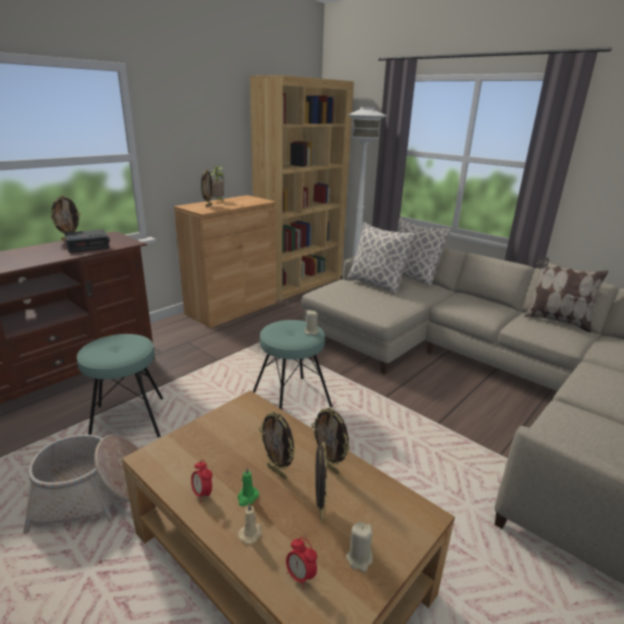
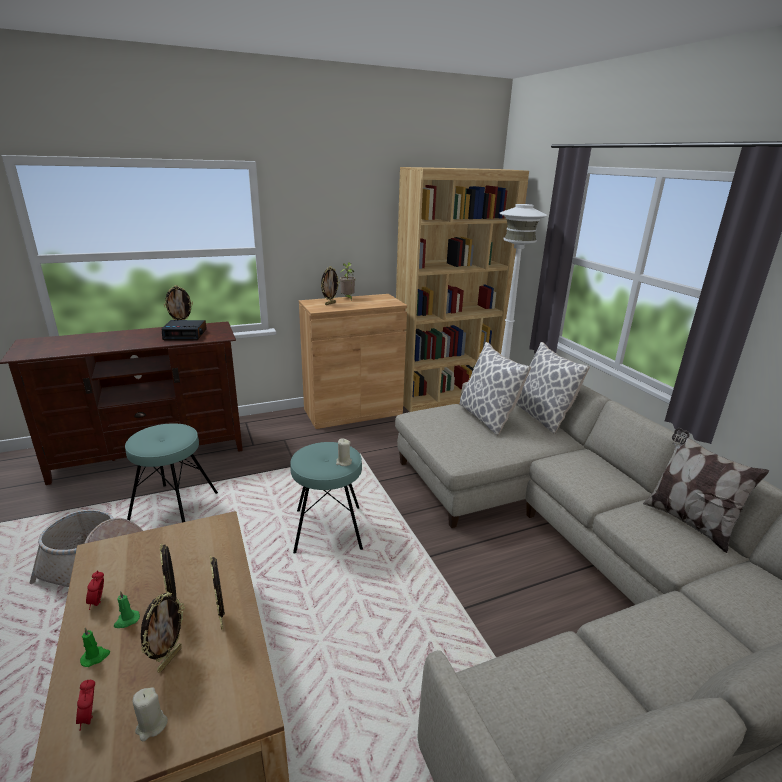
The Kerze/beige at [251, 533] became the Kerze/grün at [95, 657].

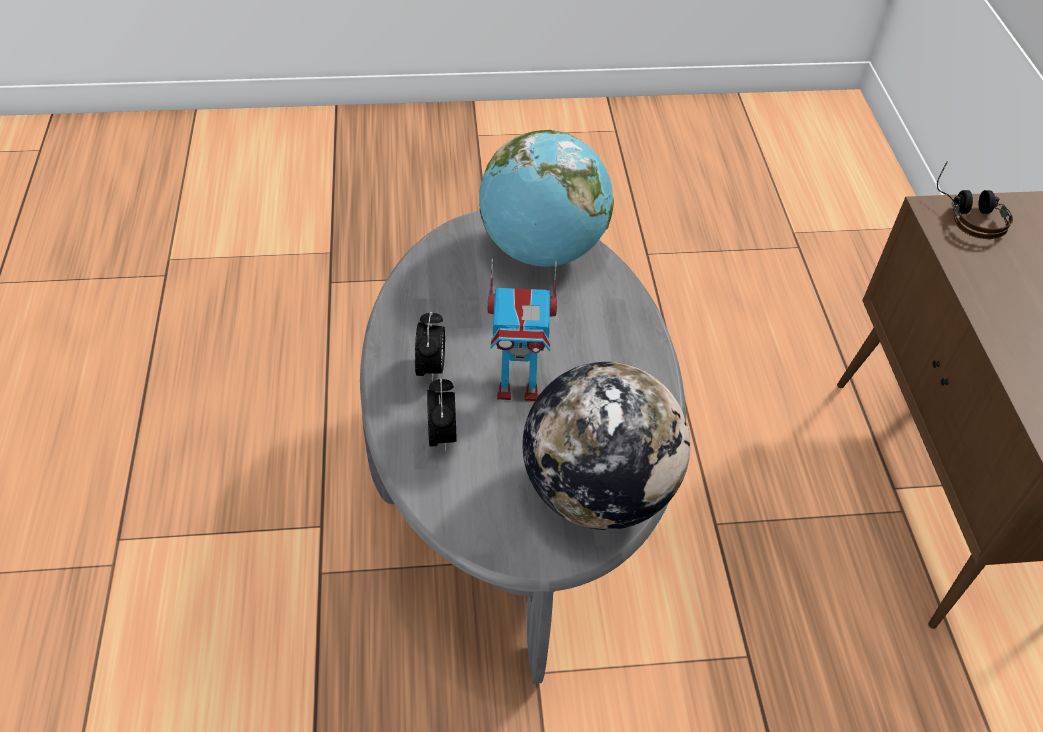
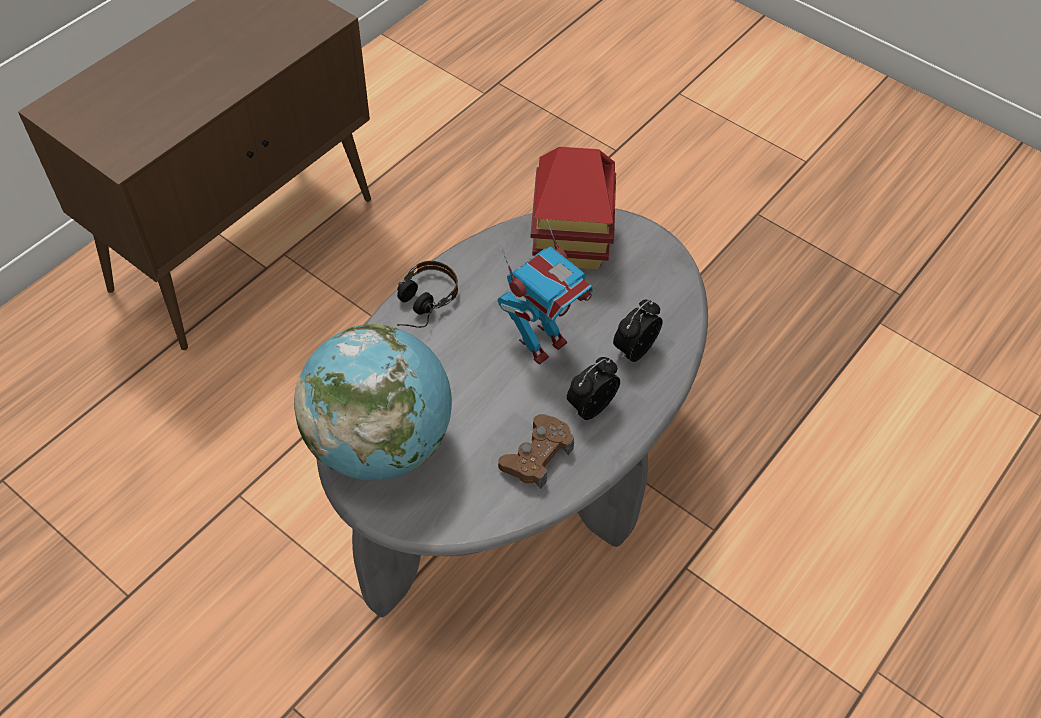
The Kopfhörer moved from [967, 212] to [420, 305]. The Spielzeugroboter at [518, 386] turned 90 degrees clockwise. The Globus at [598, 491] was replaced by the Spielzeughaus at [570, 243]. The Gamepad/braun at [537, 456] appeared.

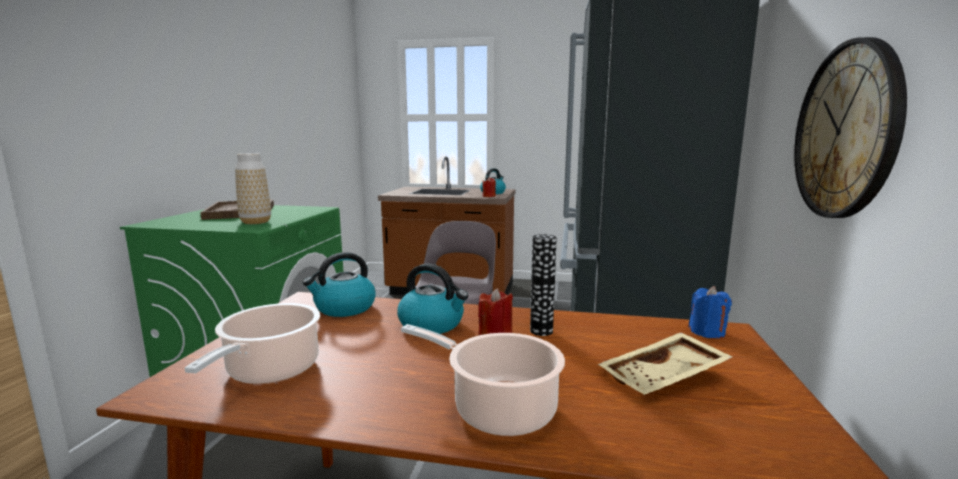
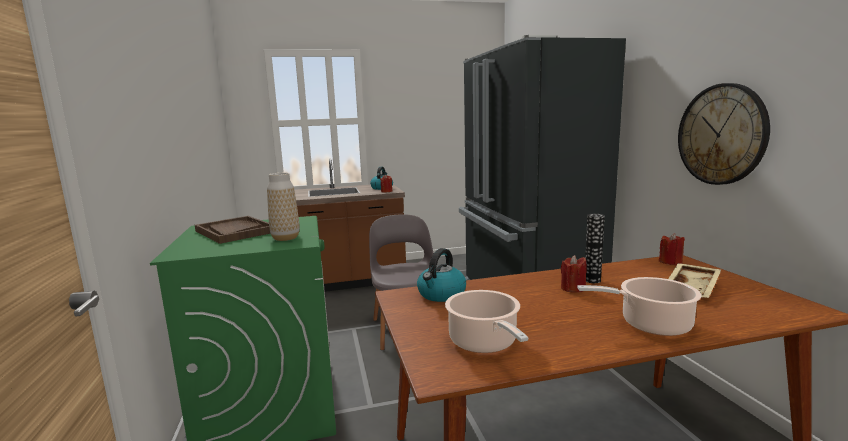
The Wasserkessel at [432, 324] disappeared. The Kerze/blau at [707, 332] became the Kerze/rot at [670, 262].

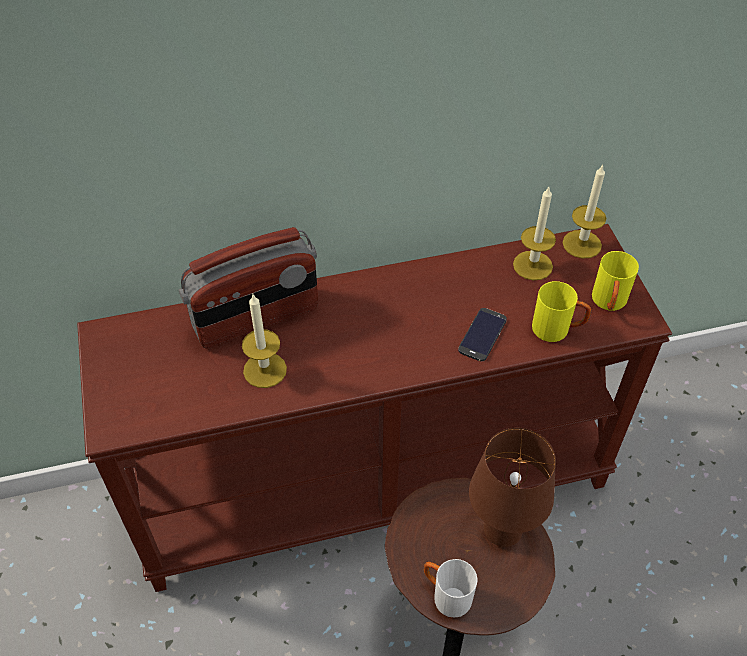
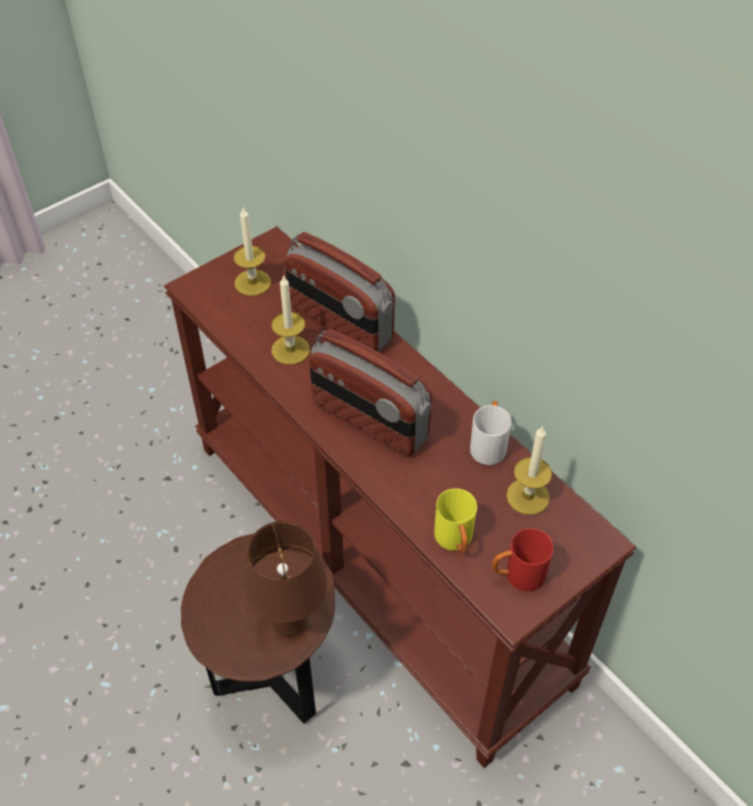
The Kerze moved from [582, 244] to [252, 282]. The Henkelbecher/gelb at [608, 303] became the Henkelbecher/rot at [517, 576]. The Handy at [482, 335] disappeared. The Henkelbecher/weiß moved from [445, 595] to [488, 445]. The Radio at [369, 421] appeared.

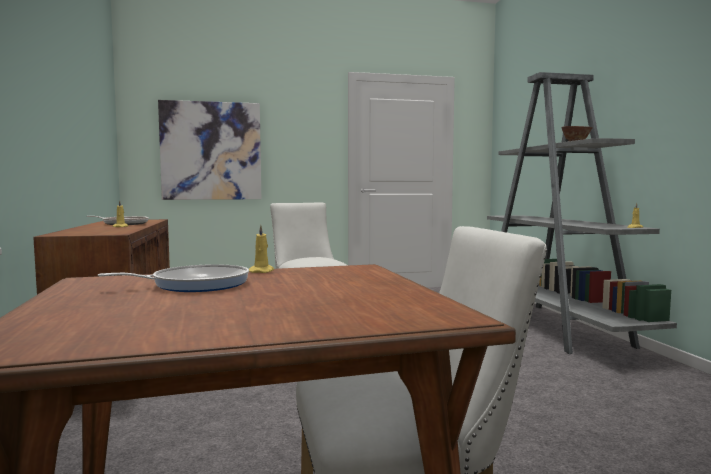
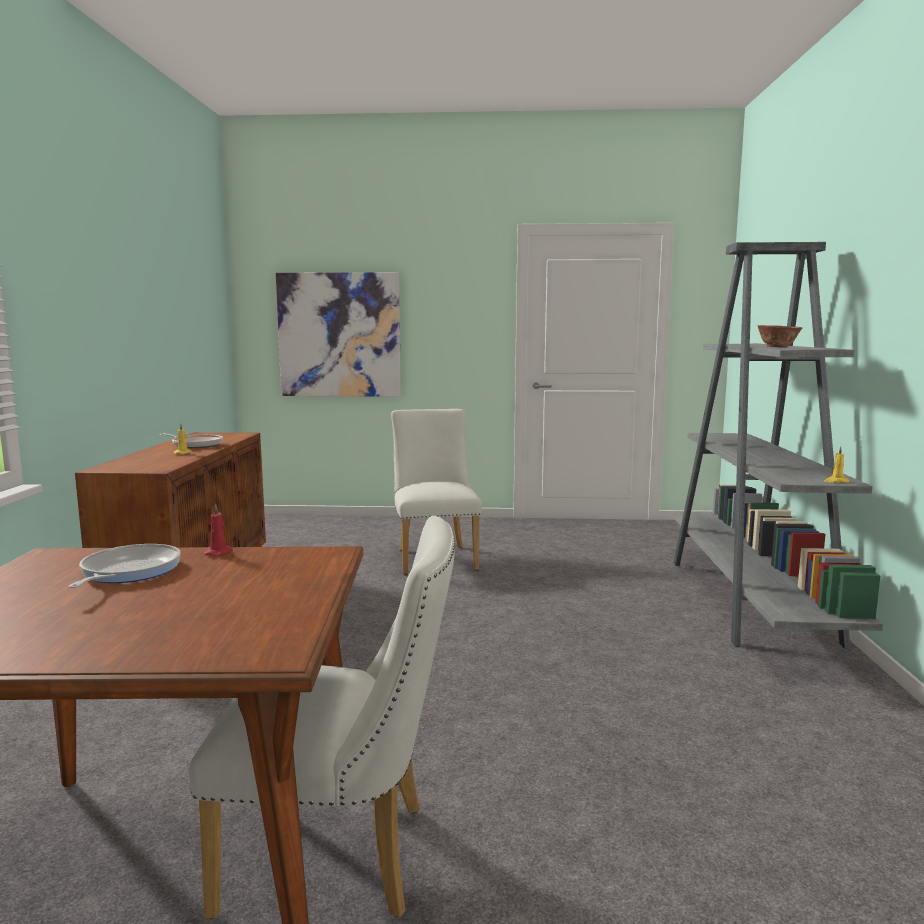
The Kerze/gelb at [262, 271] became the Kerze/rot at [219, 552]. The Pfanne at [195, 284] turned 75 degrees counterclockwise.

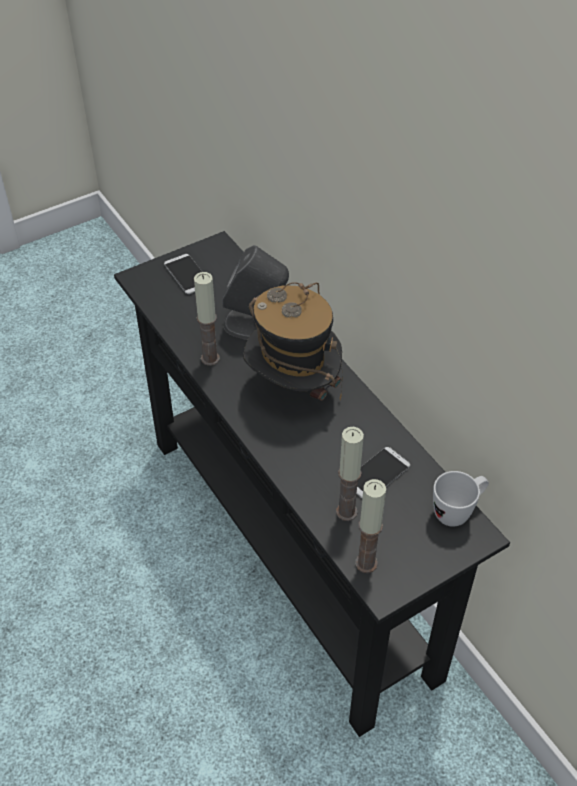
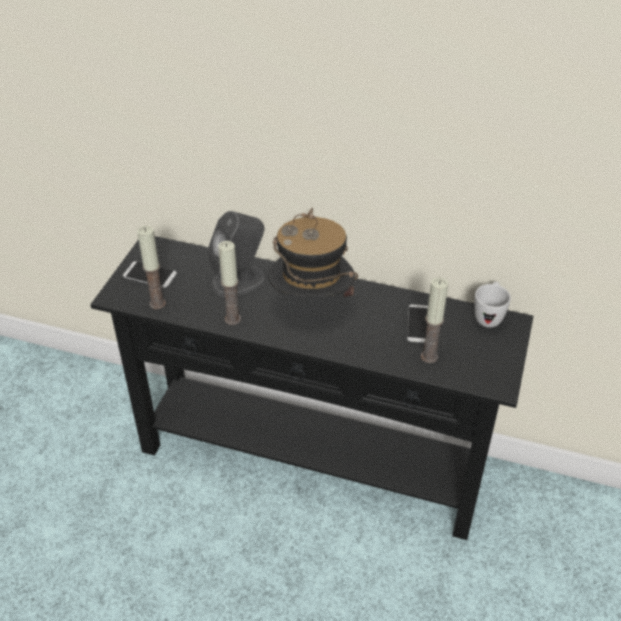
The Kerze moved from [366, 563] to [157, 303].

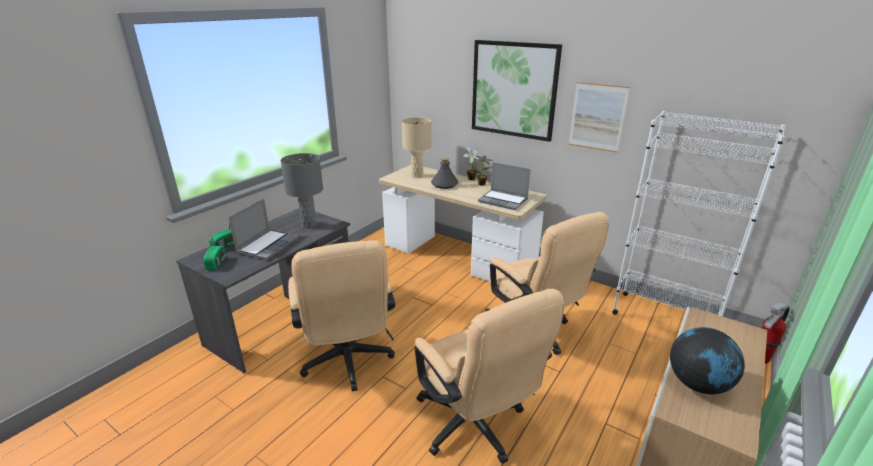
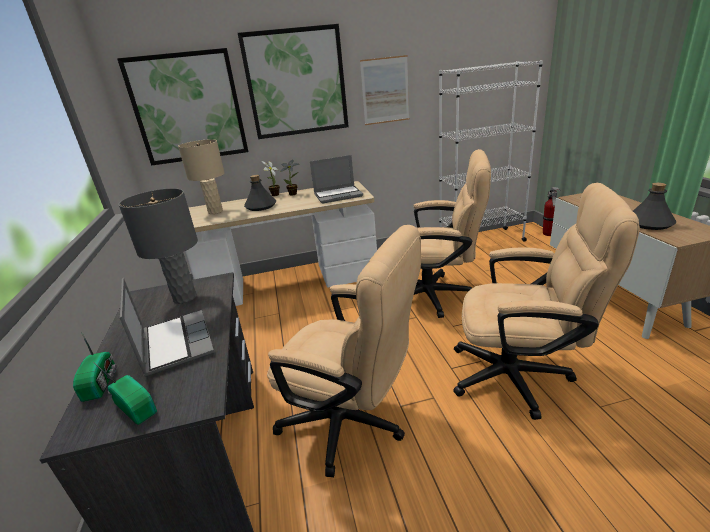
The Globus at [697, 384] was replaced by the Flasche/grau at [649, 223]. The Bild at [188, 108] appeared.

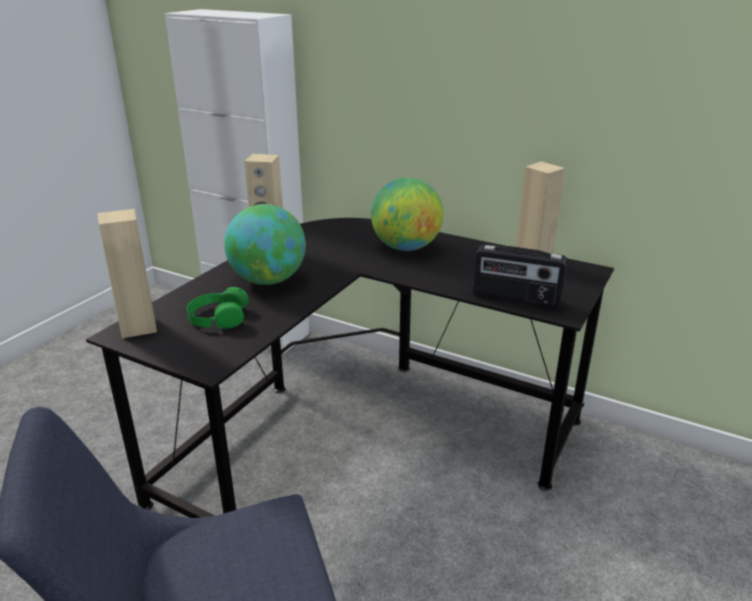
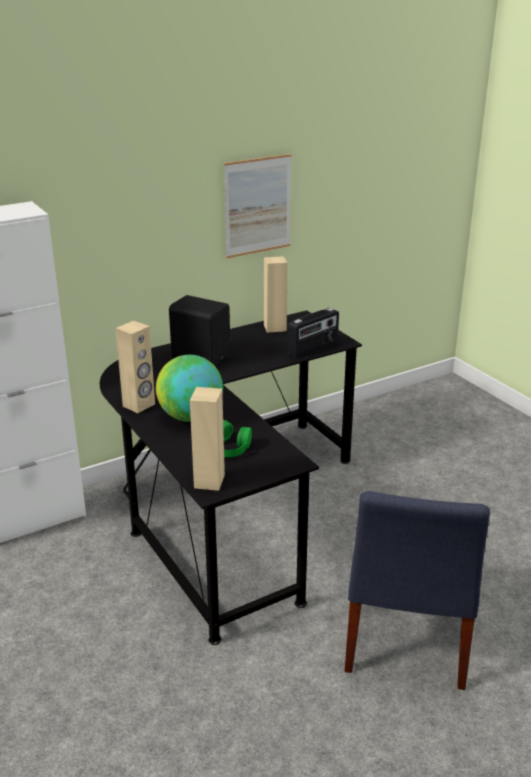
The Globus at [406, 247] was replaced by the Lautsprecher/schwarz at [201, 356]. The Bild at [258, 206] appeared.

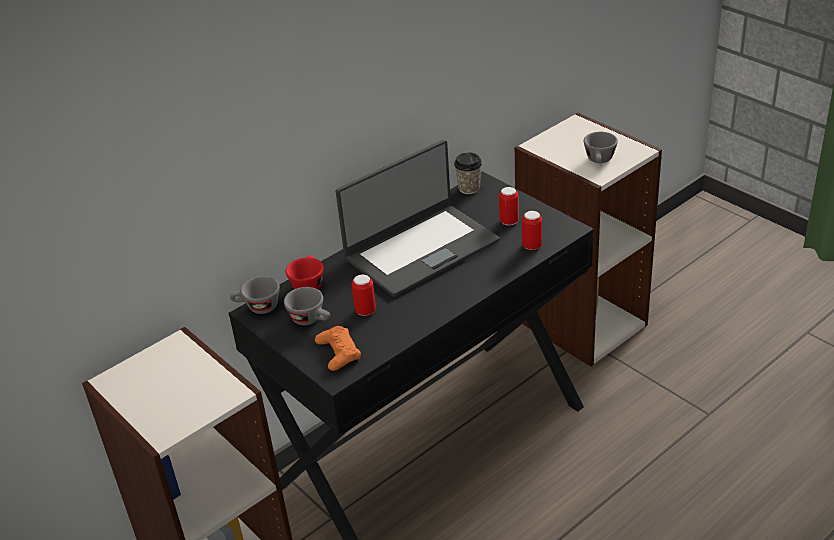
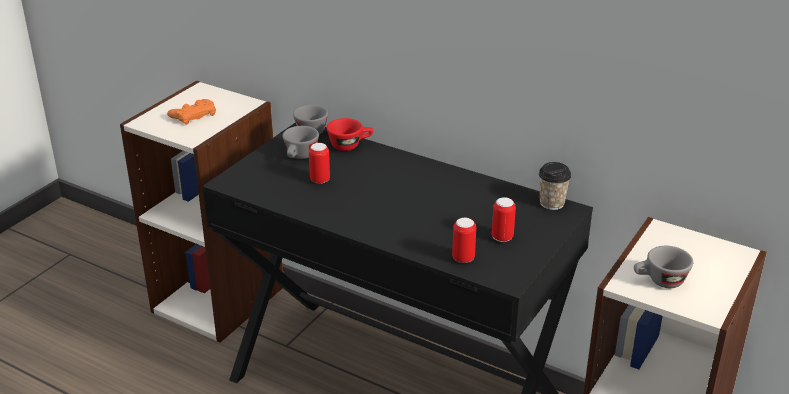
The Laptop at [421, 249] disappeared. The Gamepad/orange moved from [338, 352] to [193, 115].

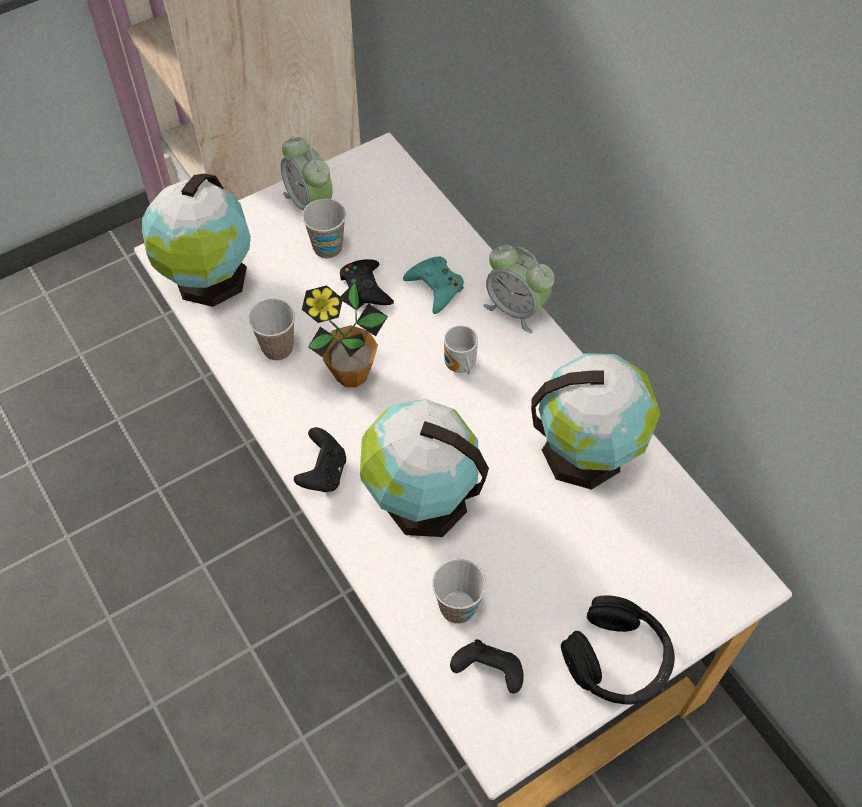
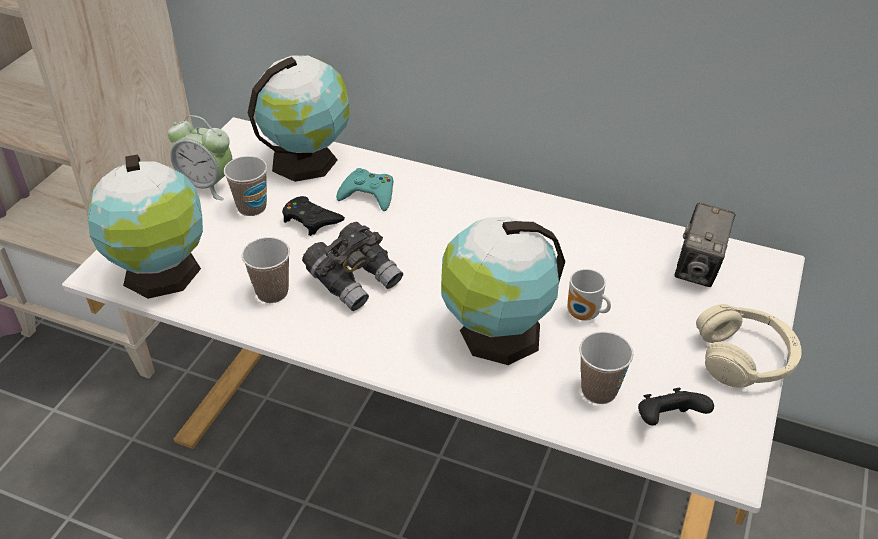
The Wecker at [516, 309] disappeared. The Topfpflanze at [351, 374] was replaced by the Fernglas/grau at [355, 280]. The Henkelbecher moved from [459, 367] to [584, 316]. The Globus moved from [587, 453] to [307, 159]. The Gamepad/schwarz at [323, 473] disappeared. The Kopfhörer/schwarz at [617, 659] became the Kopfhörer/beige at [745, 358]. The Kamera at [698, 269] appeared.

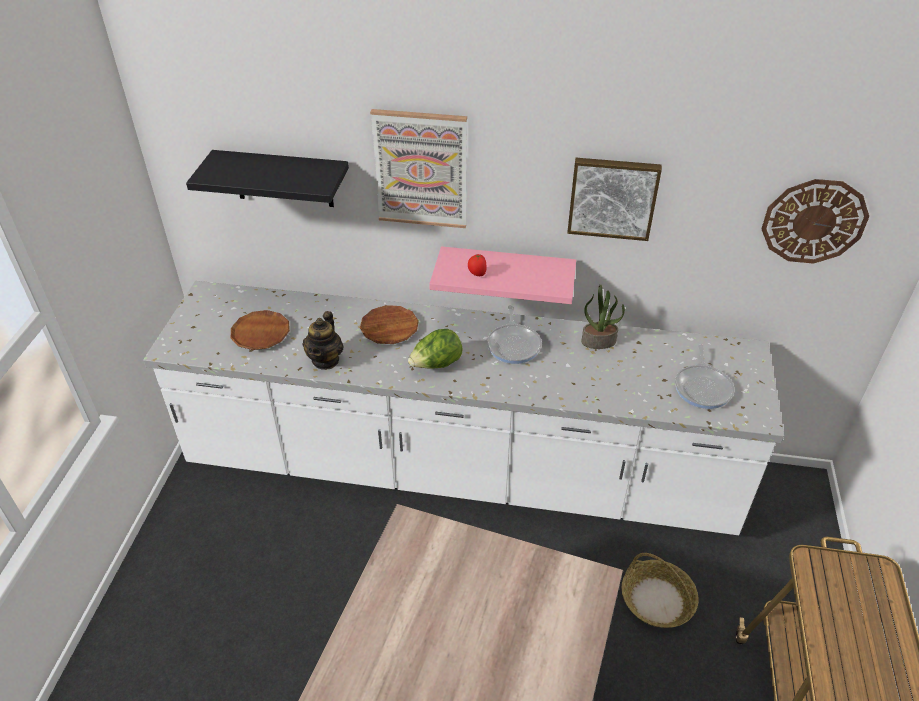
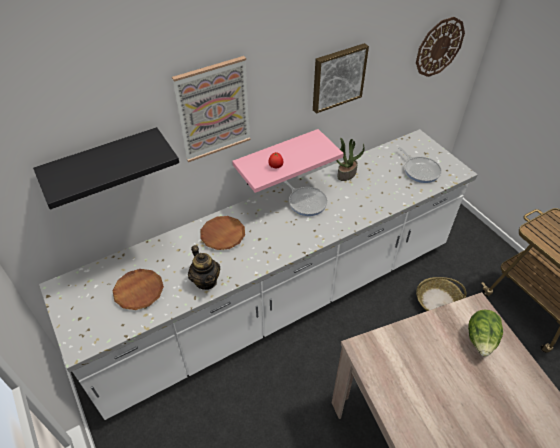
The Salatkopf moved from [436, 365] to [480, 340].

